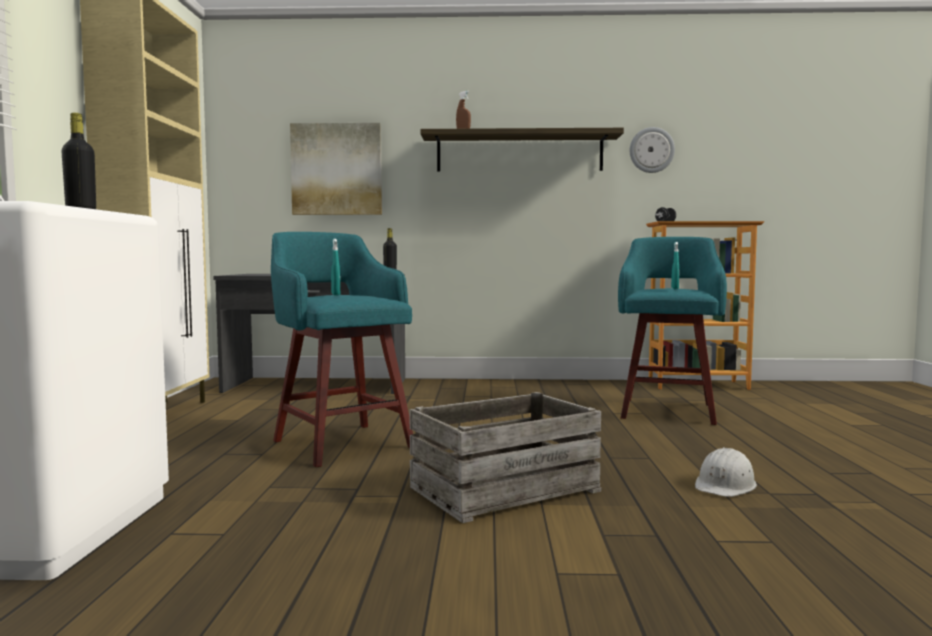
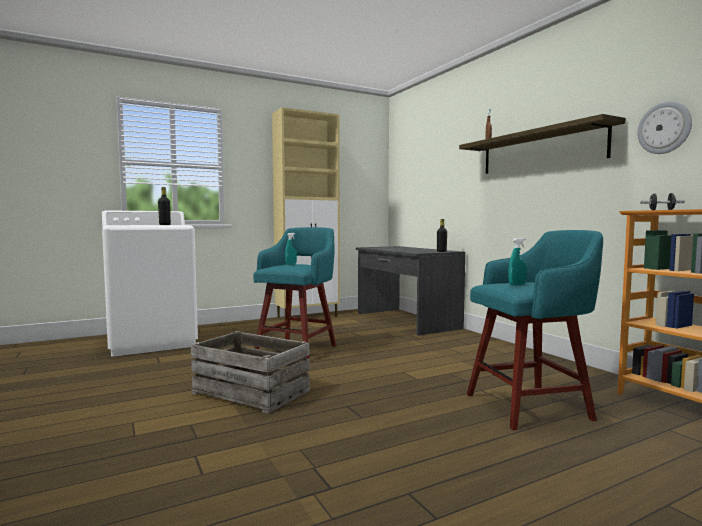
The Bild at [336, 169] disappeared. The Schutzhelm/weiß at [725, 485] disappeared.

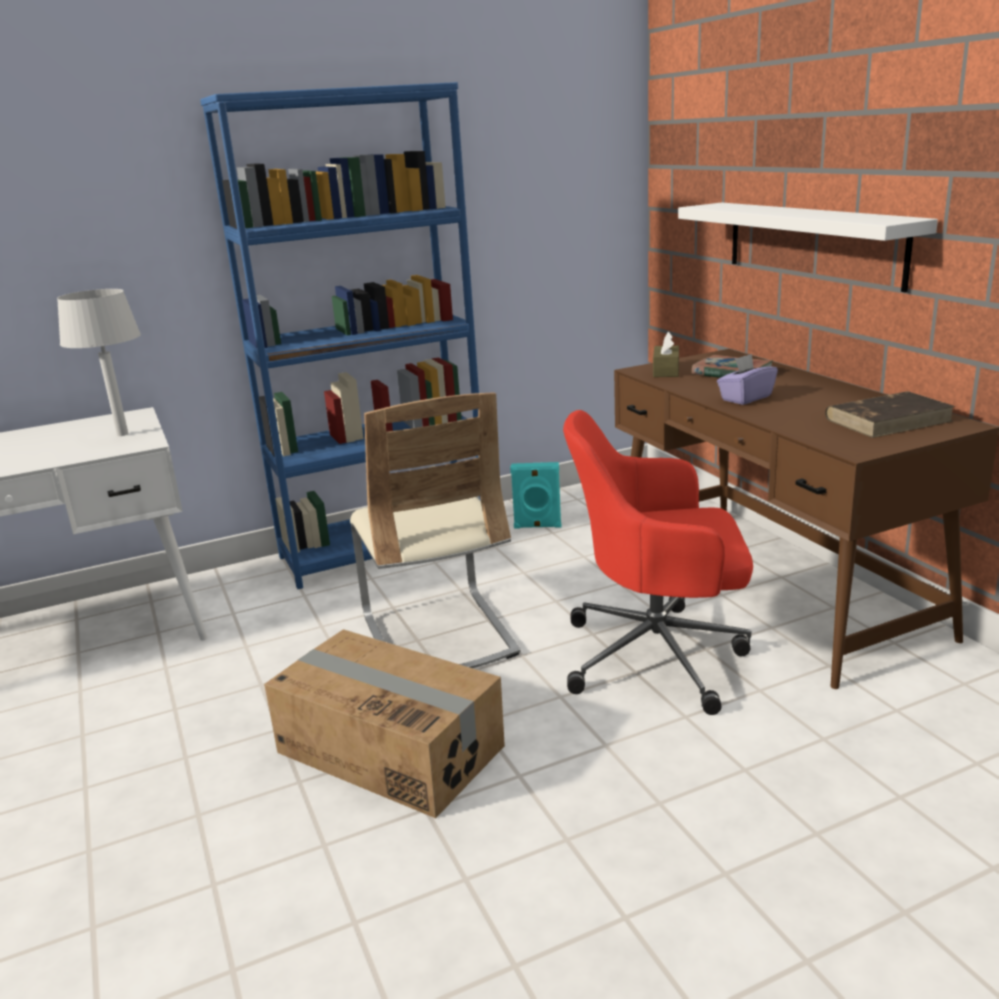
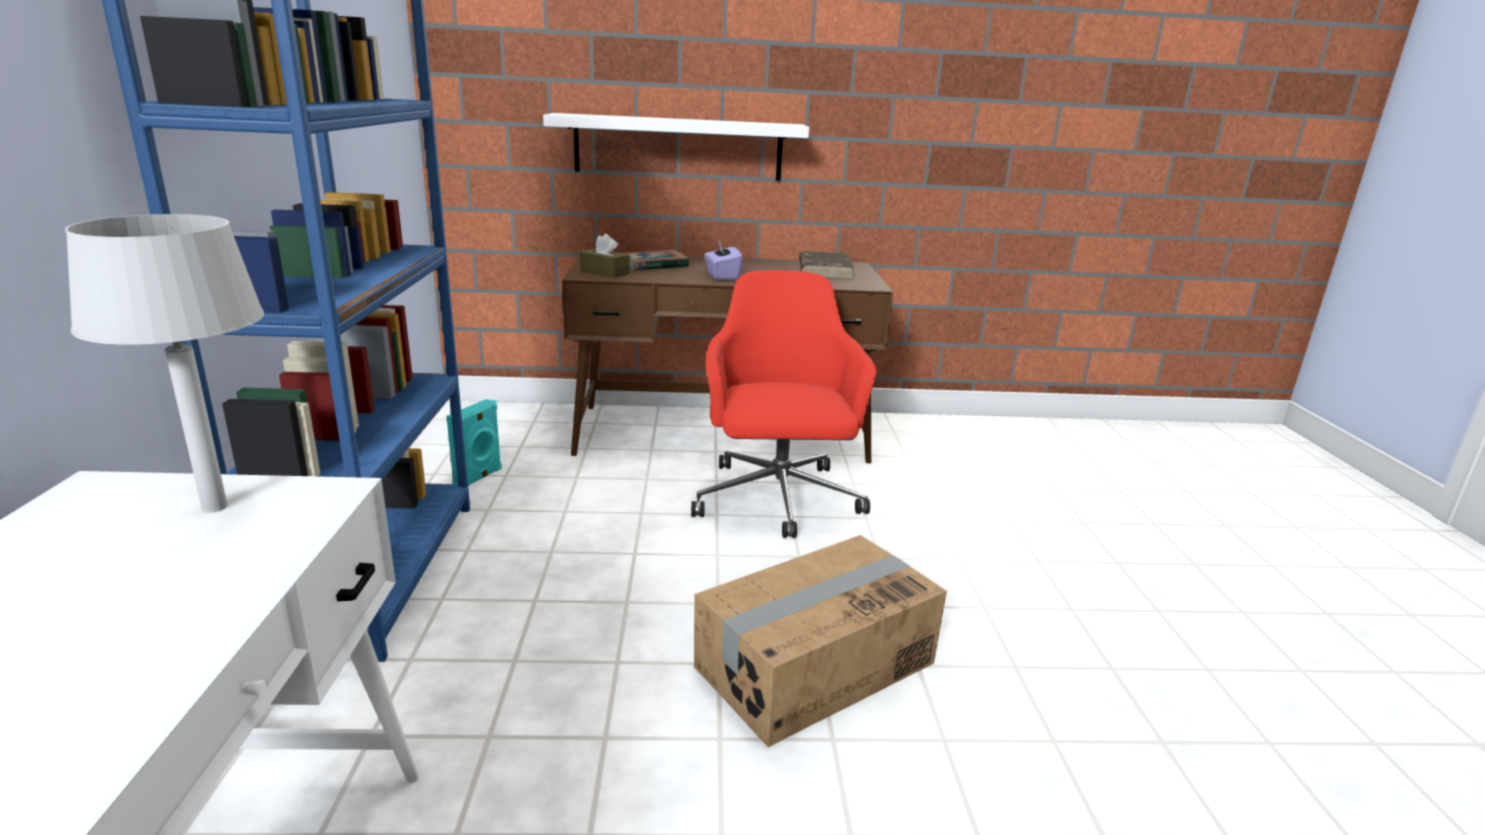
The Stuhl/beige at [438, 635] disappeared. The Bürostuhl/rot at [659, 656] turned 150 degrees clockwise.

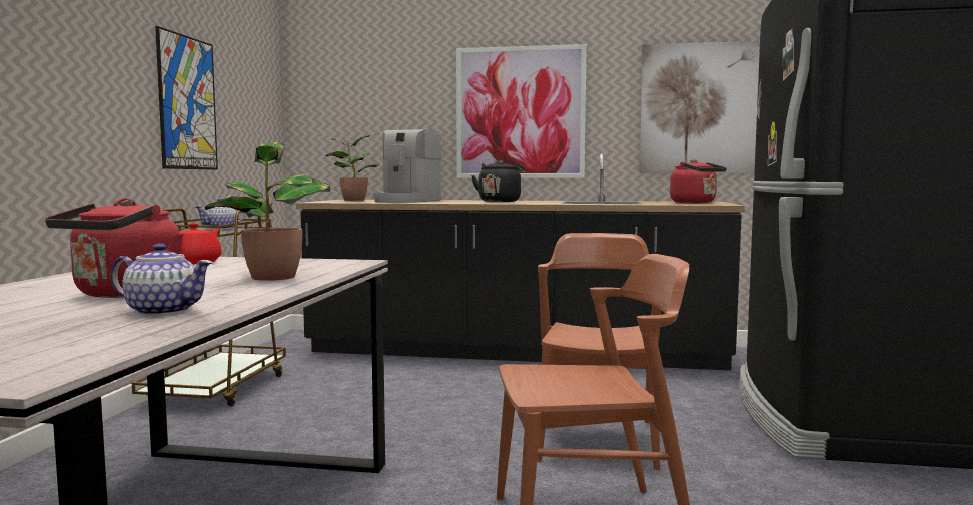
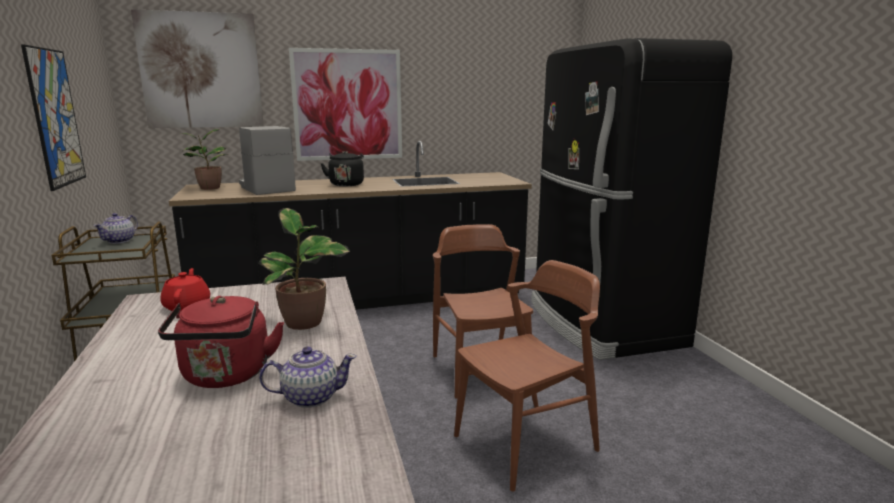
The Bild moved from [706, 108] to [201, 71]. The Kaffeemaschine at [406, 201] turned 150 degrees clockwise. The Wasserkessel/rot at [696, 203] disappeared.

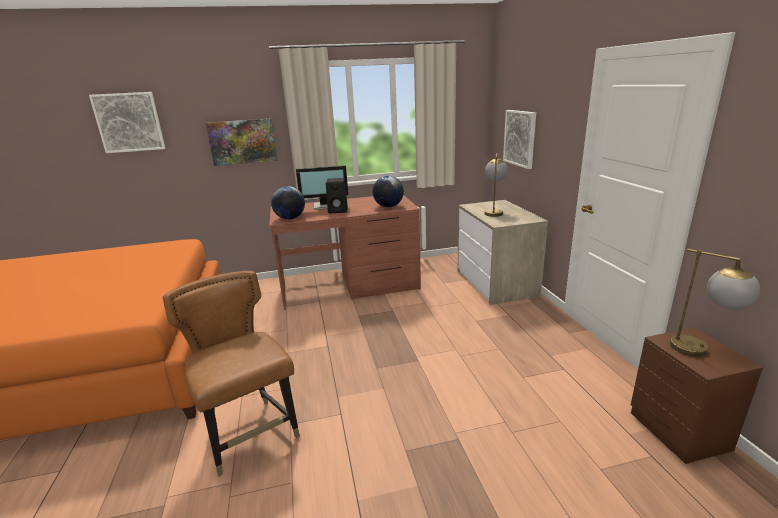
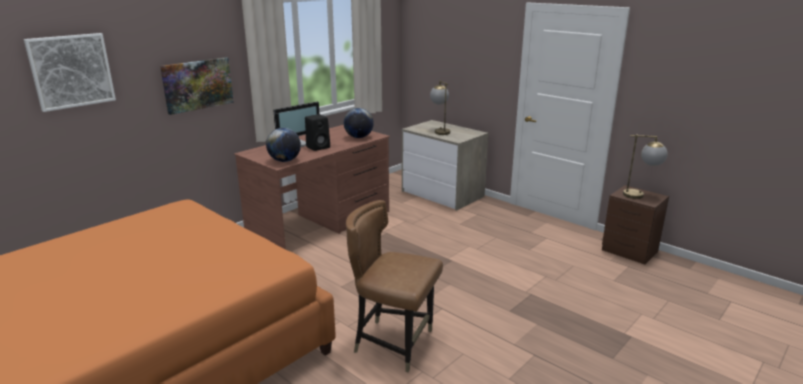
The Bild at [520, 138] disappeared.

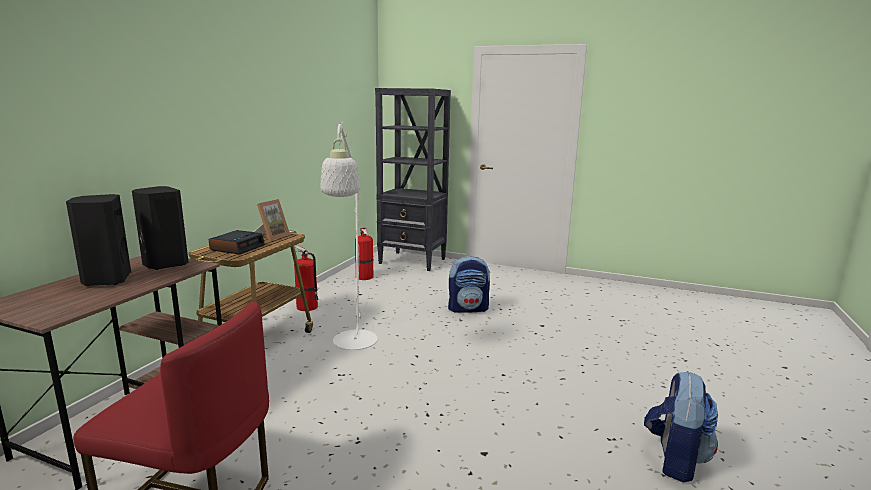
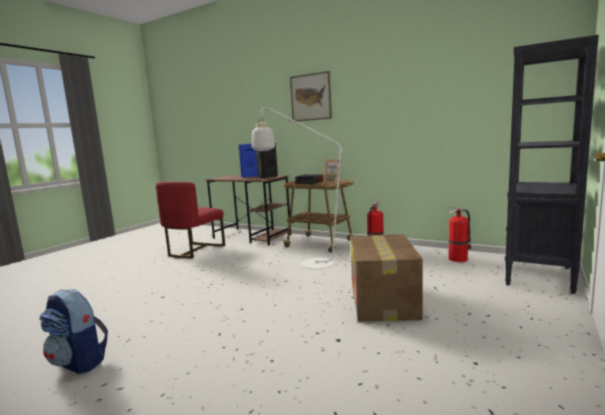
The Lautsprecher/schwarz at [106, 280] became the Lautsprecher/blau at [250, 176]. The Rucksack at [468, 309] was replaced by the Karton at [383, 301]. The Bild at [310, 97] appeared.

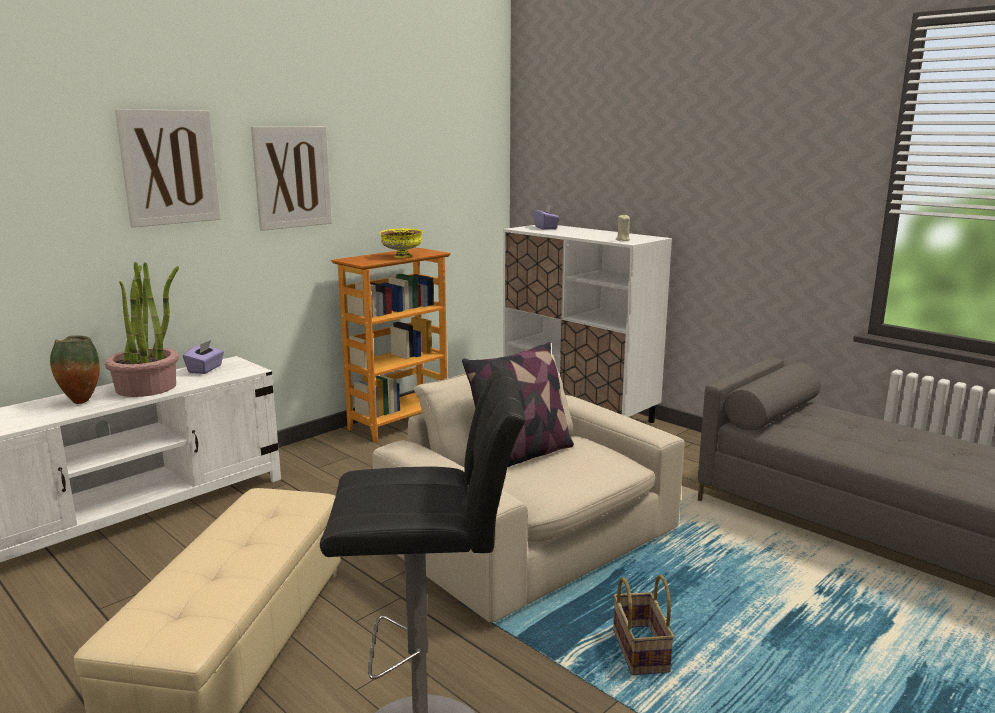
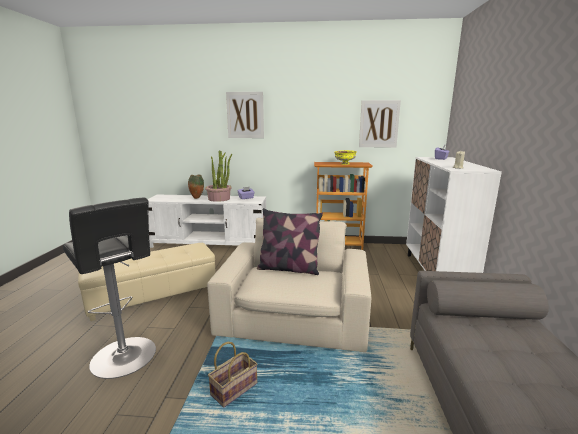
The Bild moved from [292, 177] to [379, 124].

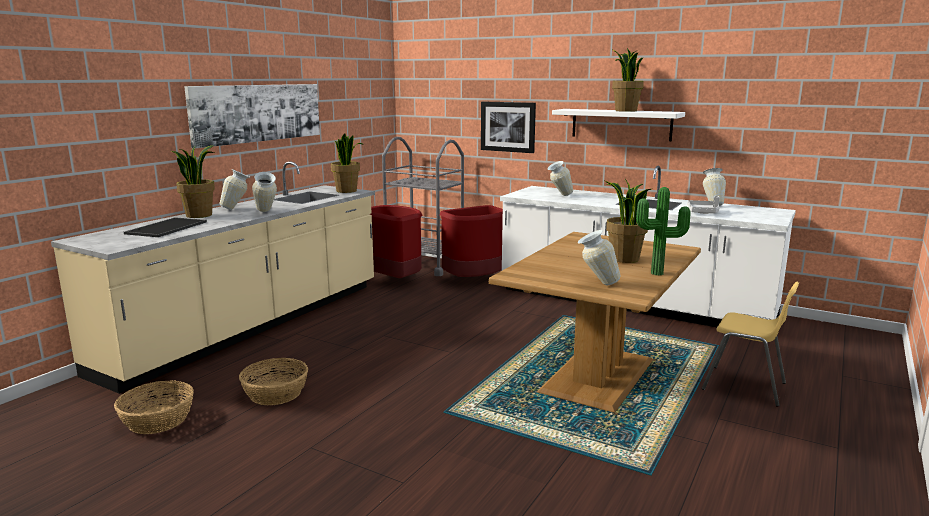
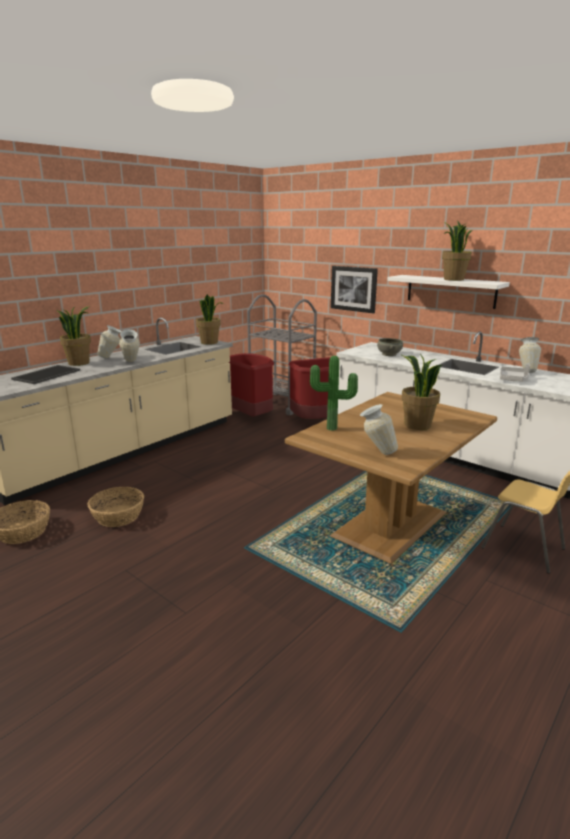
The Bild at [258, 113] disappeared. The Vase at [559, 196] was replaced by the Schüssel/grau at [389, 354]. The Topfpflanze moved from [658, 274] to [332, 429].

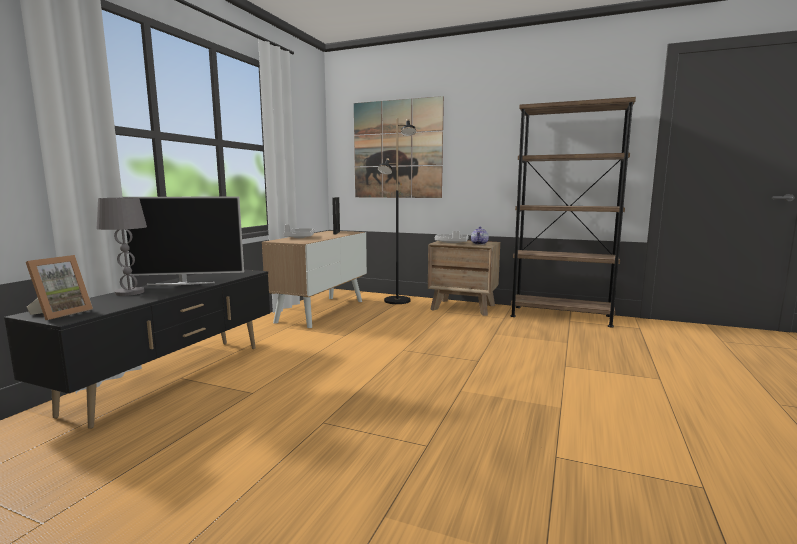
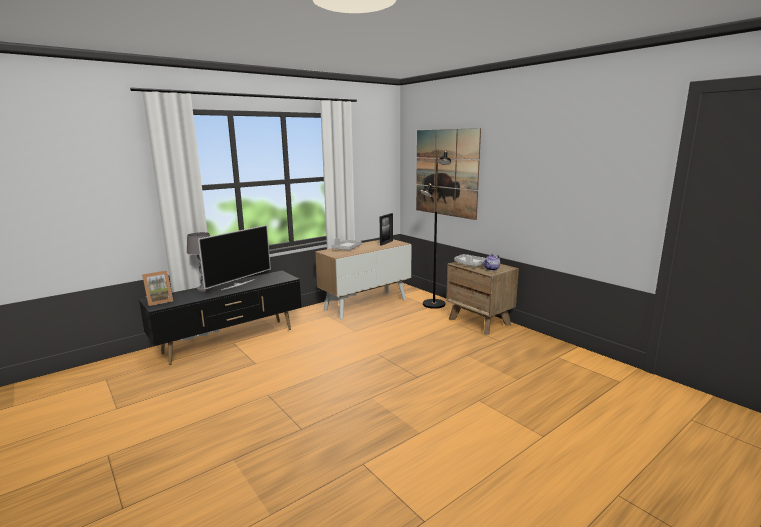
The Bücherregal/braun at [560, 316] disappeared. The Fernseher at [181, 283] turned 75 degrees counterclockwise.

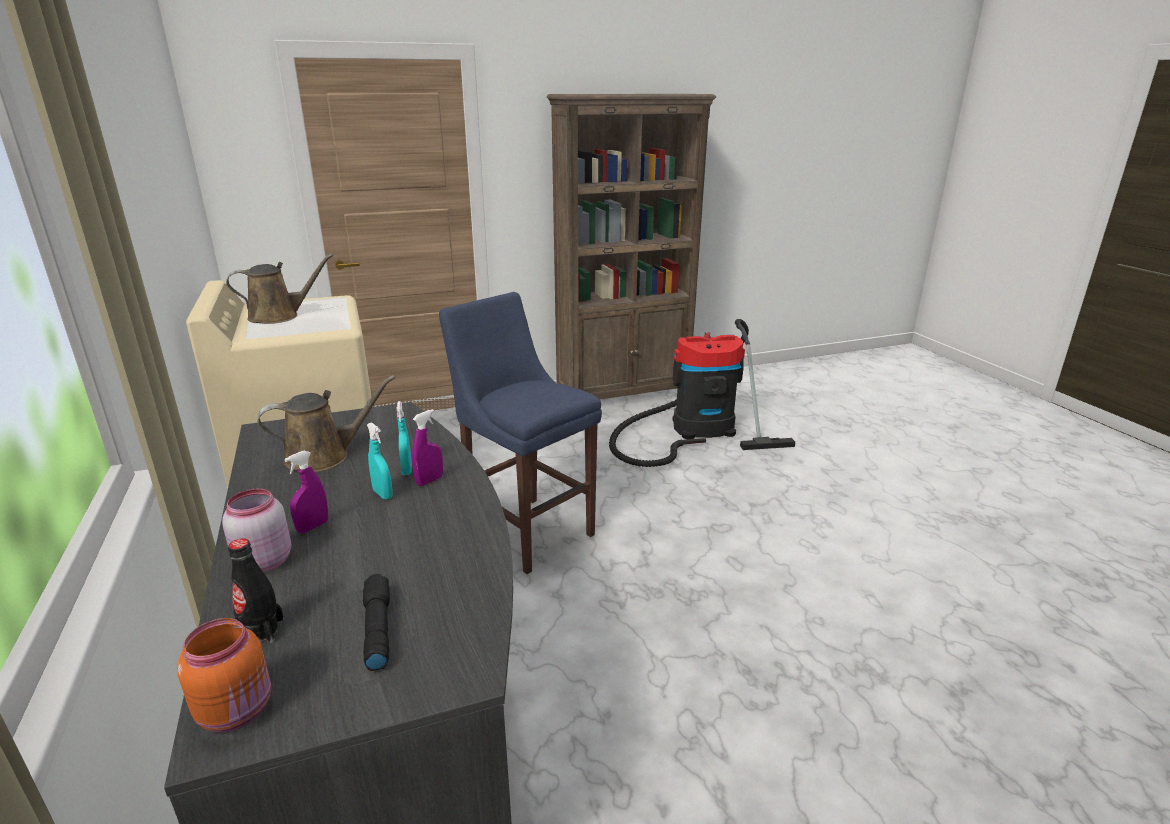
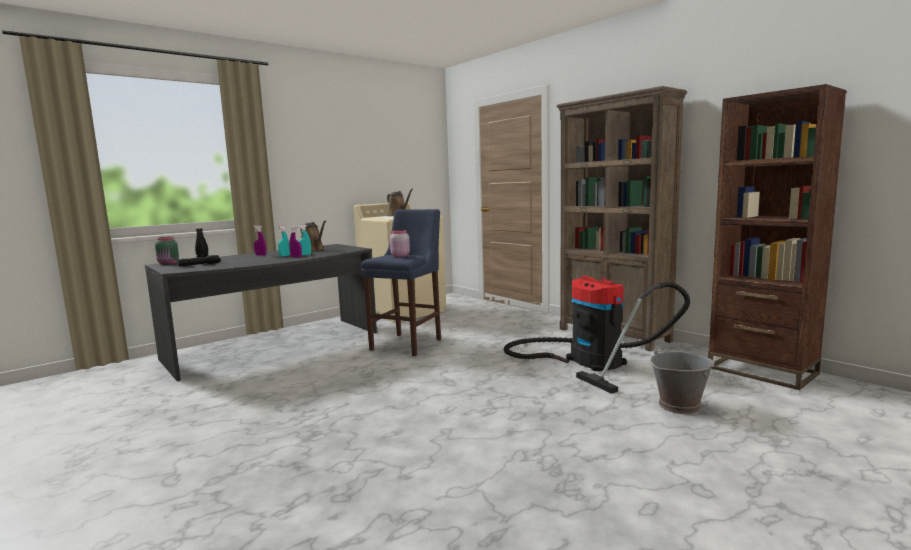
The Vorratsglas/rosa moved from [262, 562] to [400, 256]. The Vorratsglas/orange at [238, 710] became the Vorratsglas/grün at [168, 263]. The Bücherregal/braun at [762, 371] appeared. The Eimer/grau at [679, 405] appeared.

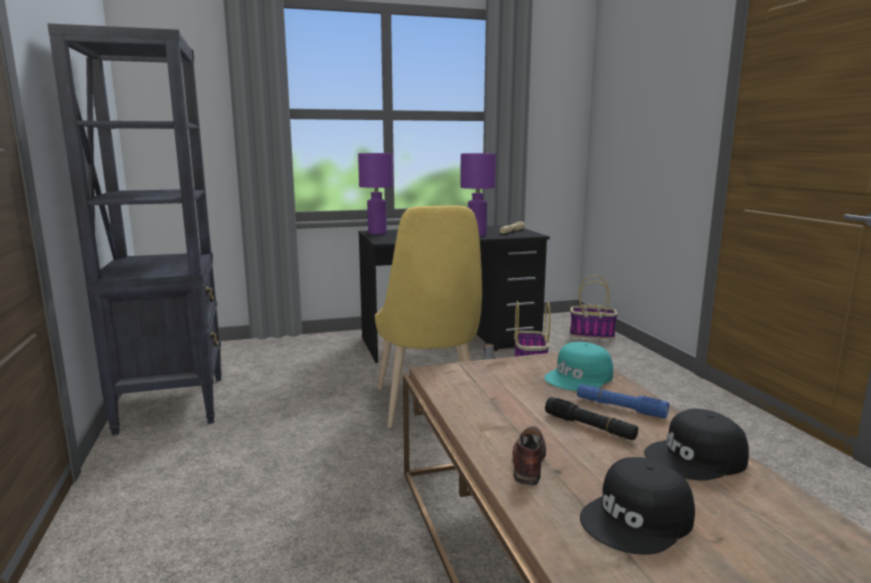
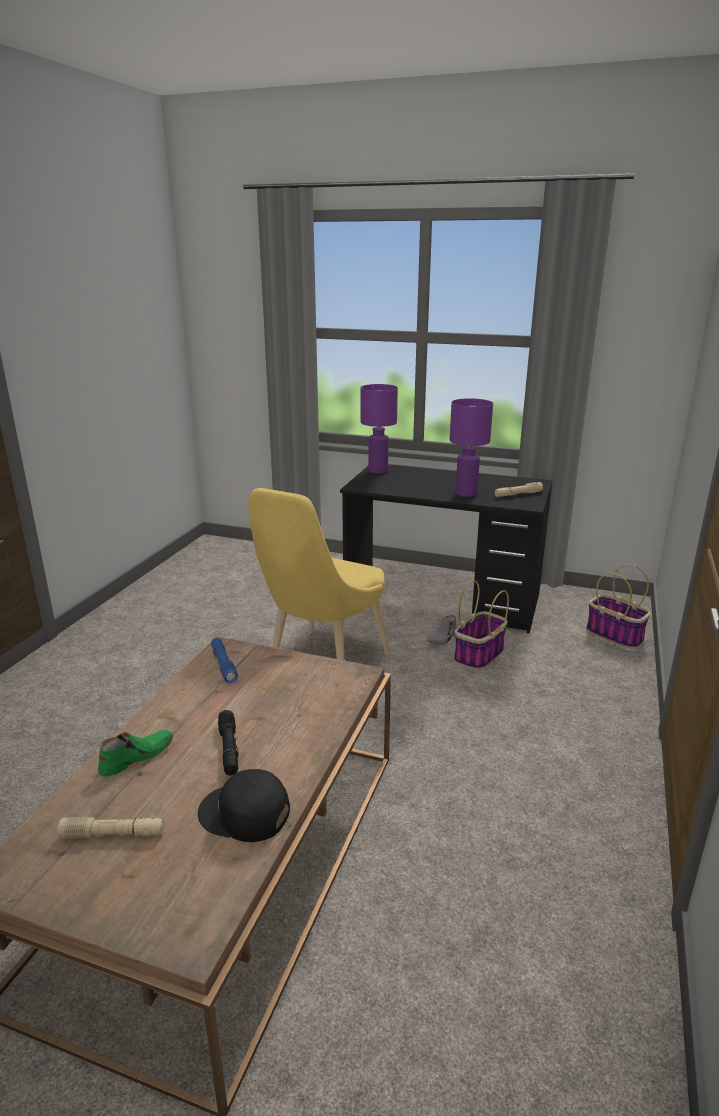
The Bücherregal/schwarz at [173, 403] disappeared. The Kappe/türkis at [580, 377] disappeared. The Taschenlampe/blau moved from [620, 408] to [223, 665]. The Schuh/braun at [528, 462] became the Schuh/grün at [136, 757]. The Kappe/schwarz at [638, 519] was replaced by the Taschenlampe/beige at [113, 834].

